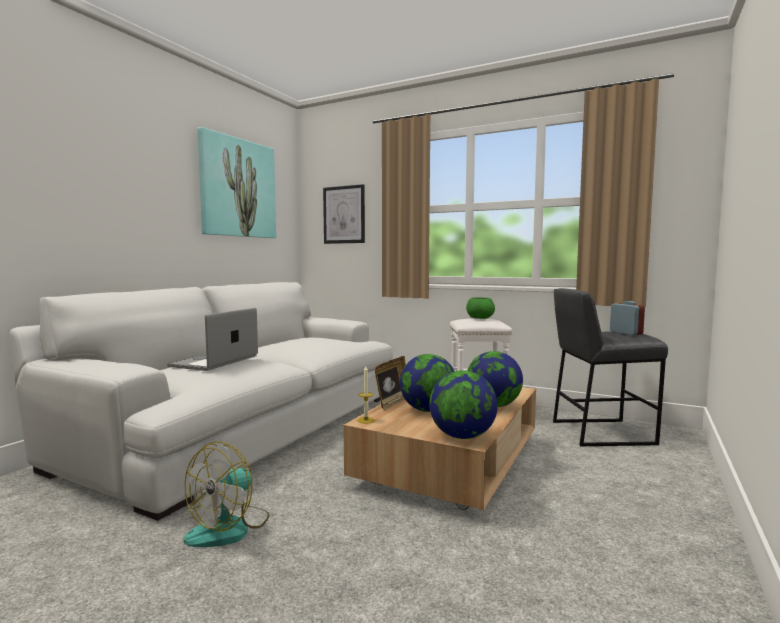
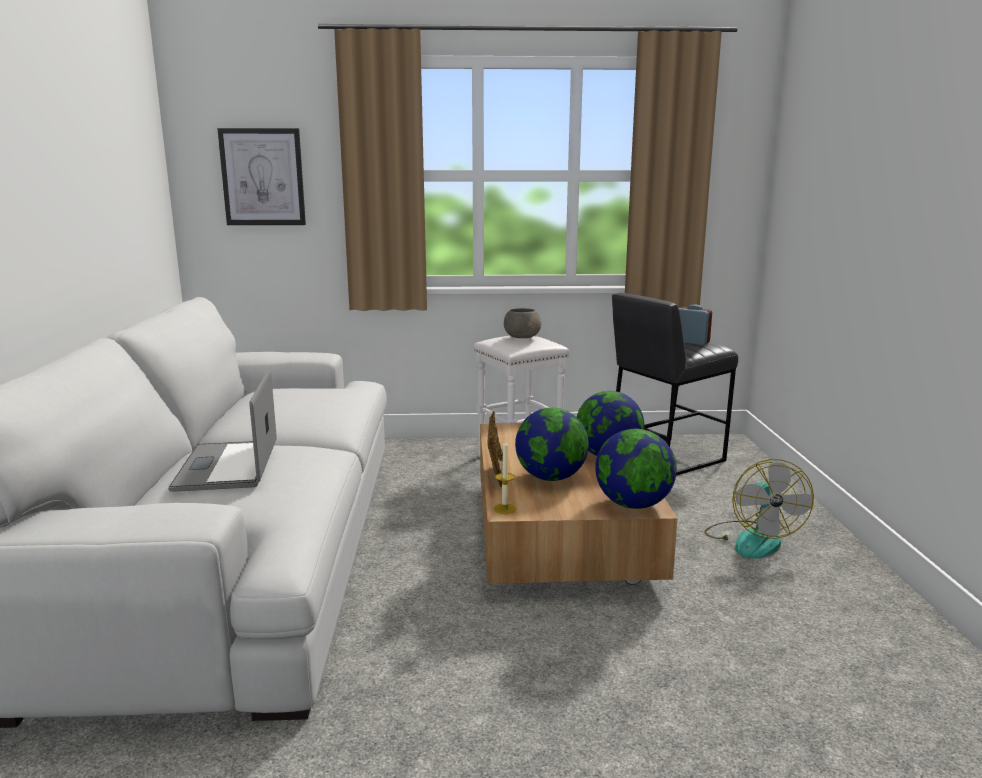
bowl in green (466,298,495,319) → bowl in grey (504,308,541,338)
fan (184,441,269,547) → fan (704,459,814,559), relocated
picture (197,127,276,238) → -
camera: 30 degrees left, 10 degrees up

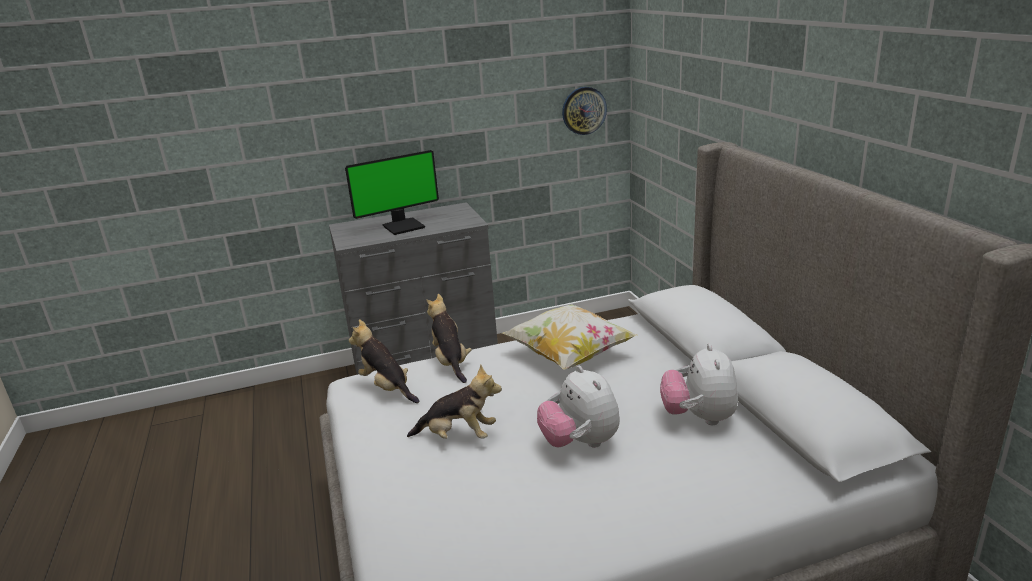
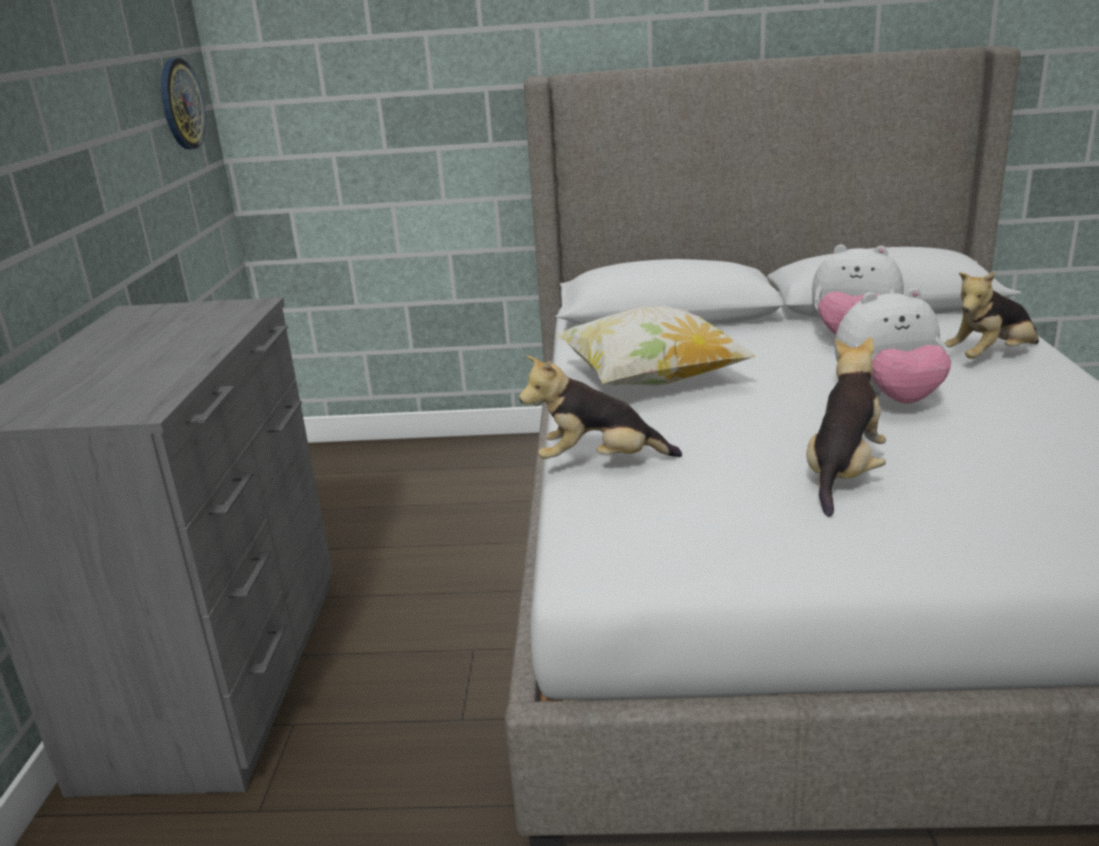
plush toy (349,319,419,403) → plush toy (944,271,1039,359), relocated
monitor (345,150,439,235) → -
camera: 70 degrees left, 0 degrees up

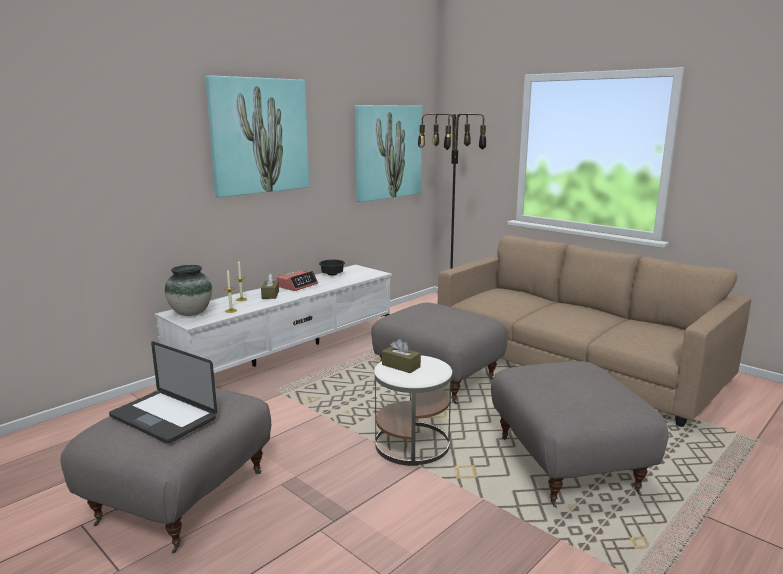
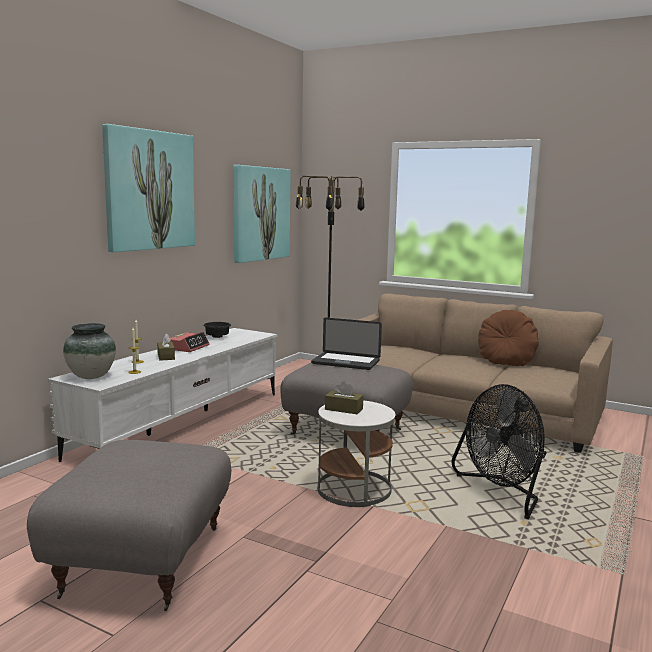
laptop (109,341,217,443) → laptop (311,318,382,370), relocated
ottoman in grey (491,361,669,508) → fan in black (452,384,547,519)
- → pillow in brown (478,310,539,366)
camera: 15 degrees left, 5 degrees down

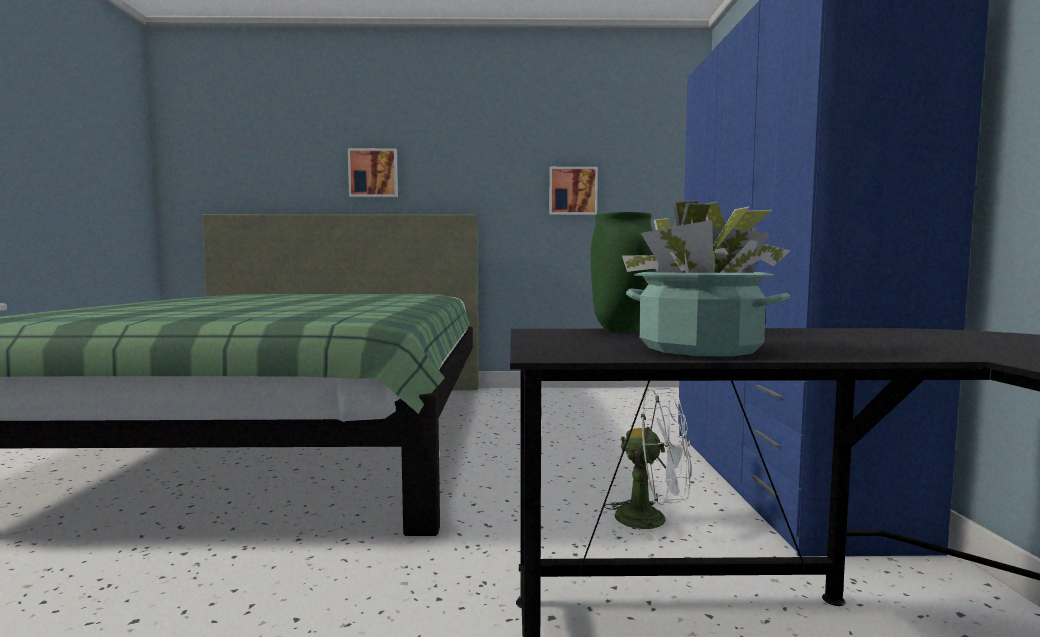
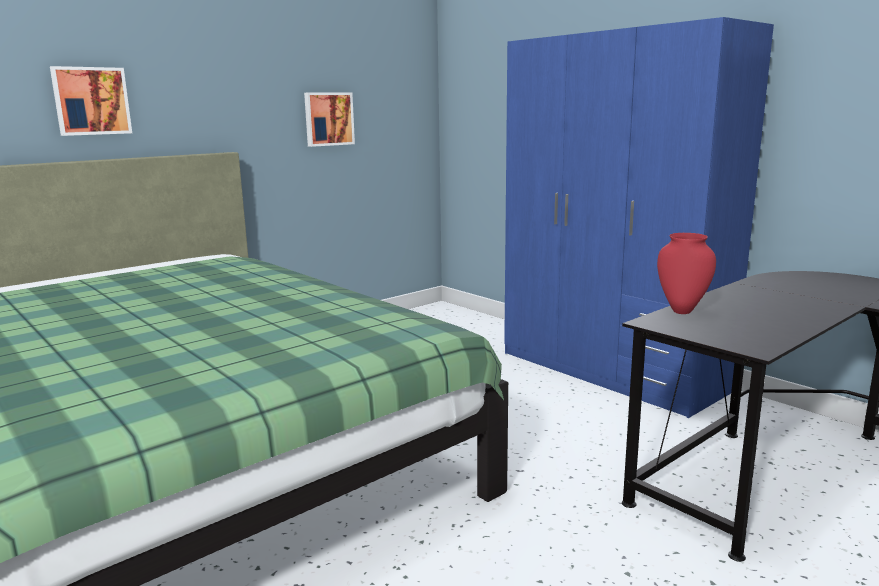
vase in green (590,212,656,333) → vase in red (657,233,716,314)
fan in white (604,388,692,541) → -
potted plant (622,200,791,357) → -
camera: 40 degrees left, 10 degrees up

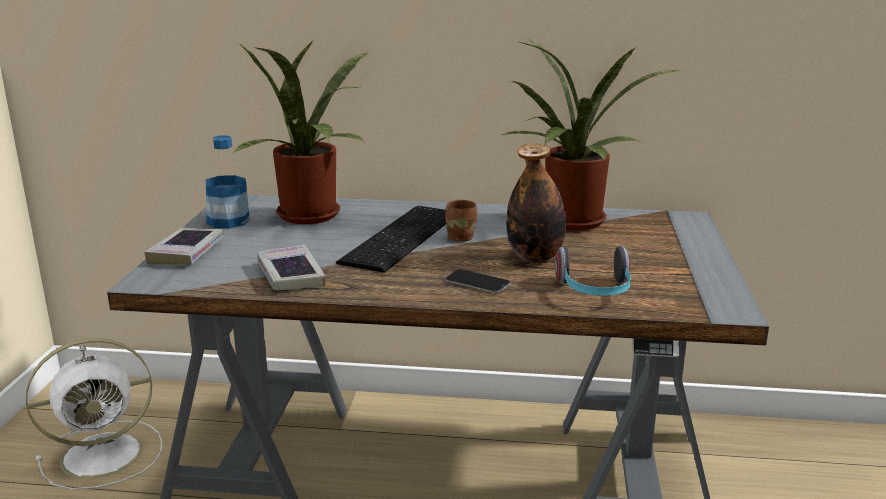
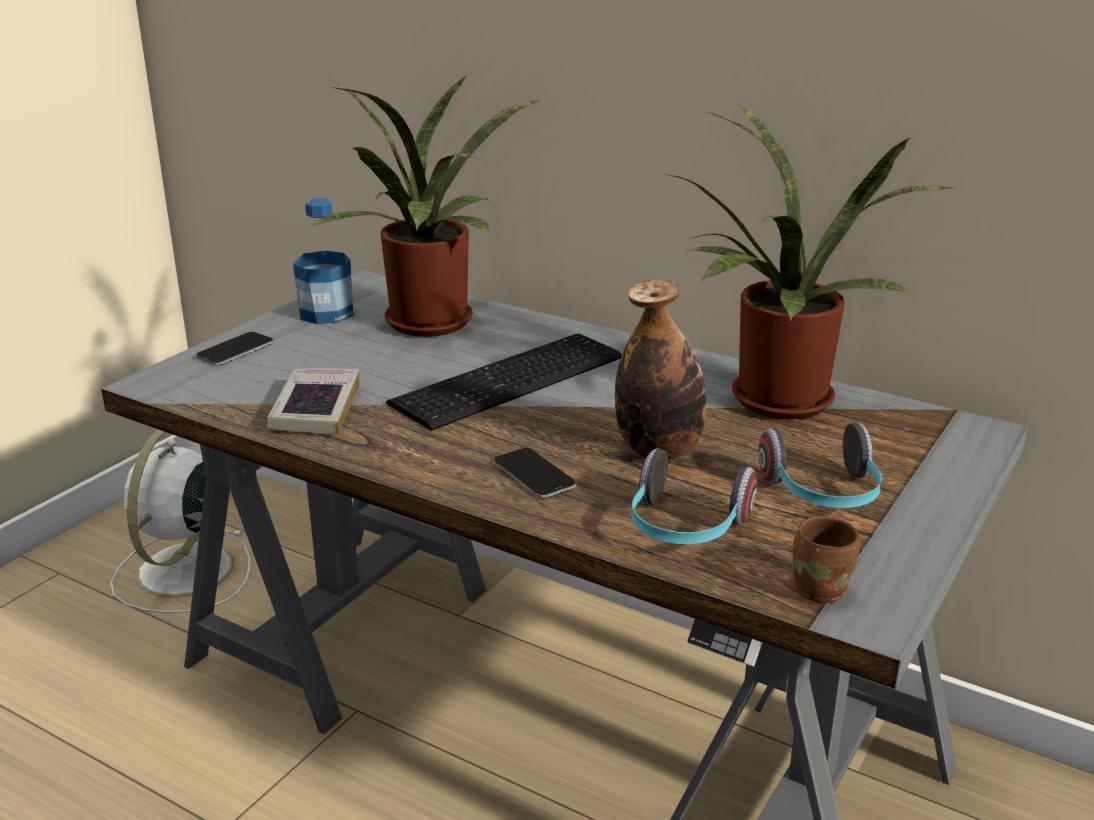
fan in white (26,338,162,490) → fan in white (110,429,250,613), 105 degrees clockwise
book (144,228,224,265) → phone (196,332,273,365)
- → headphones (758,423,882,508)
mug in brown (445,200,477,242) → mug in brown (793,516,859,603), relocated
camera: 25 degrees right, 5 degrees up

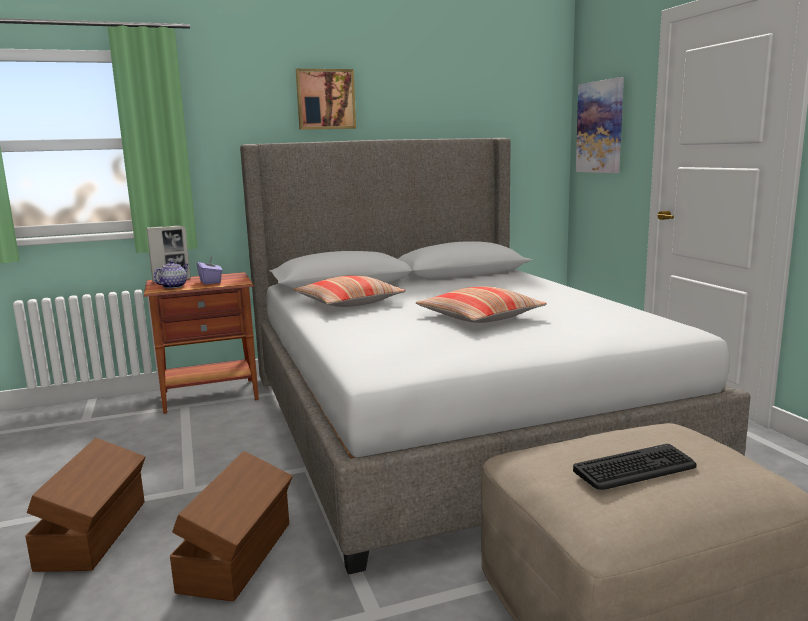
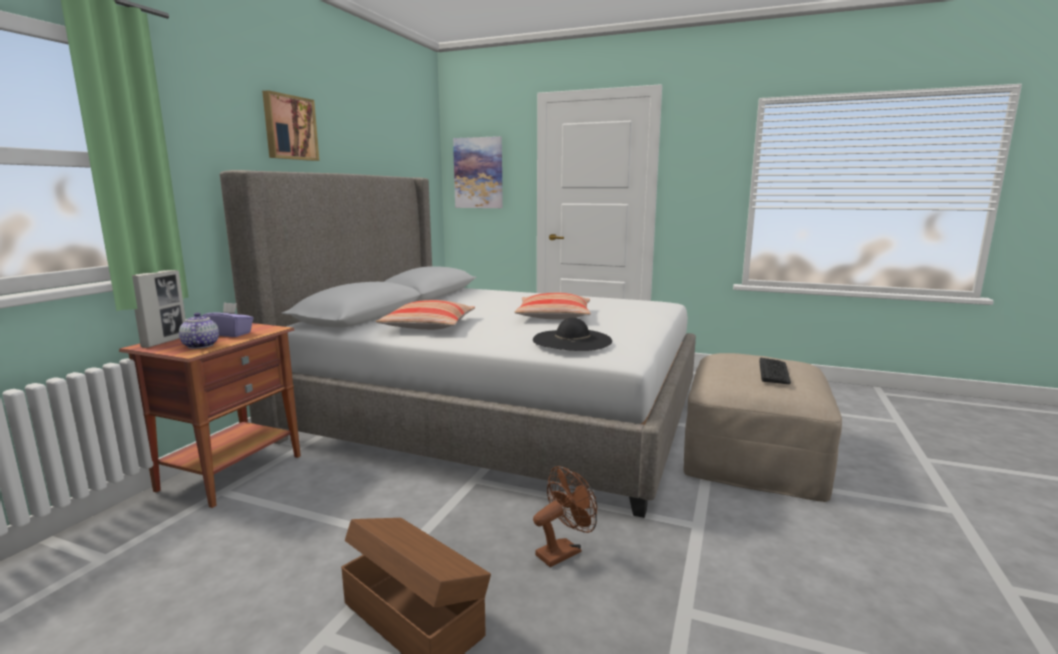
- → hat in black (533,318,612,351)
storage box in brown (170,451,293,601) → fan in brown (533,466,597,567)
camera: 50 degrees left, 0 degrees up

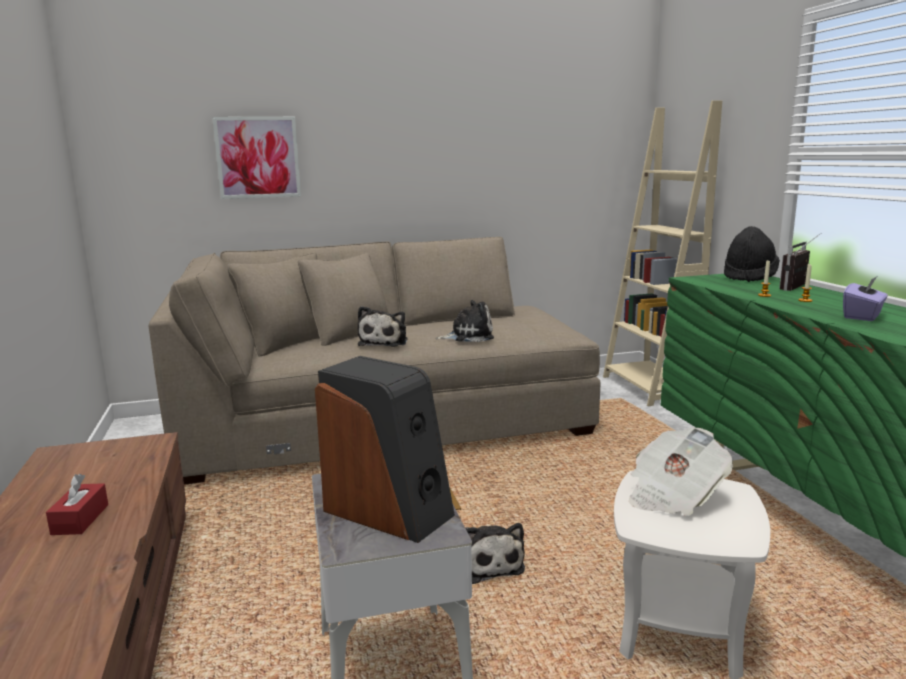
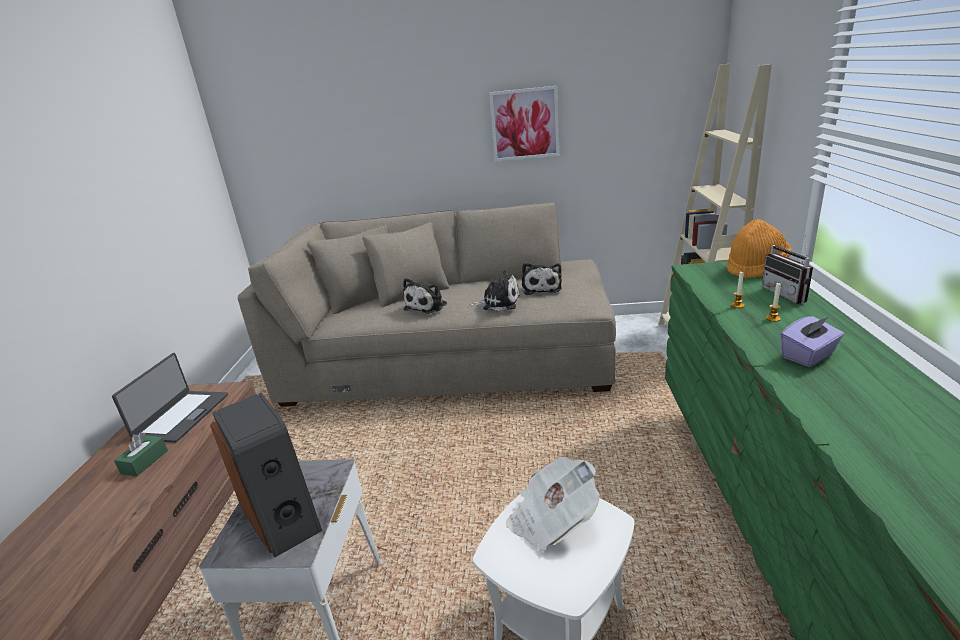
- → laptop (112,353,228,443)
tissue box in red (46,474,108,535) → tissue box in green (114,432,168,477)
picture (212,117,301,199) → picture (489,86,559,162), relocated
plush toy (466,523,525,584) → plush toy (522,263,562,295), relocated
hat in black (724,226,780,282) → hat in orange (727,219,792,279)
radio (779,233,821,291) → radio (762,235,813,304), 75 degrees counterclockwise
camera: 20 degrees right, 10 degrees up

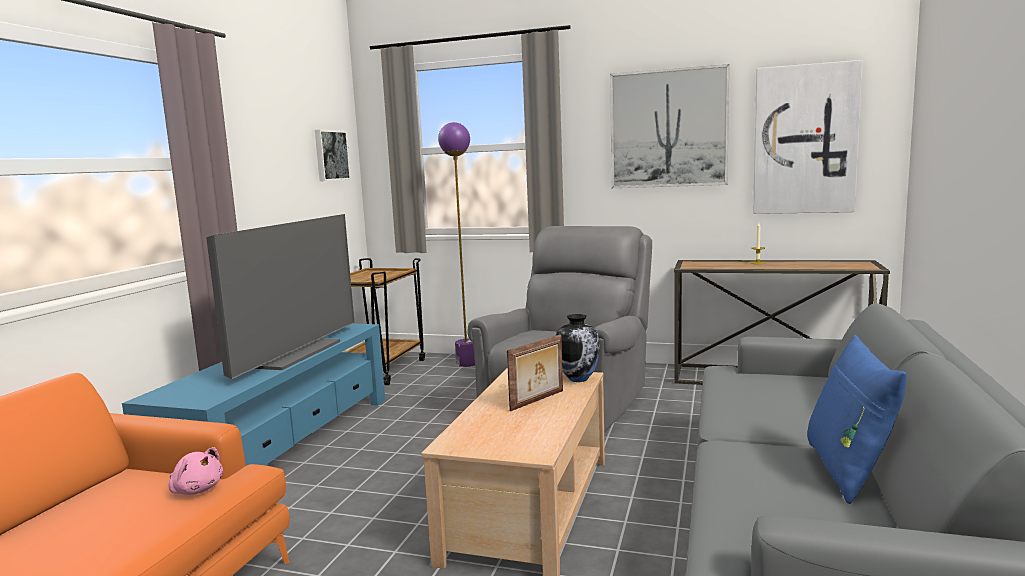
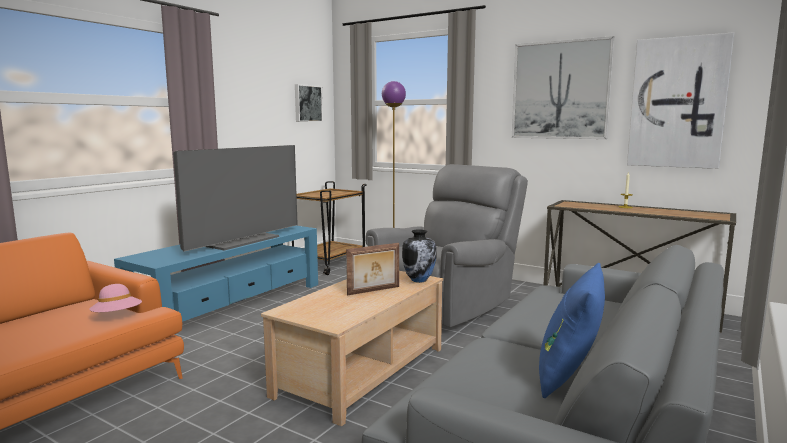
plush toy in pink (169,447,223,495) → hat in pink (89,284,142,312)
camera: 15 degrees right, 0 degrees up

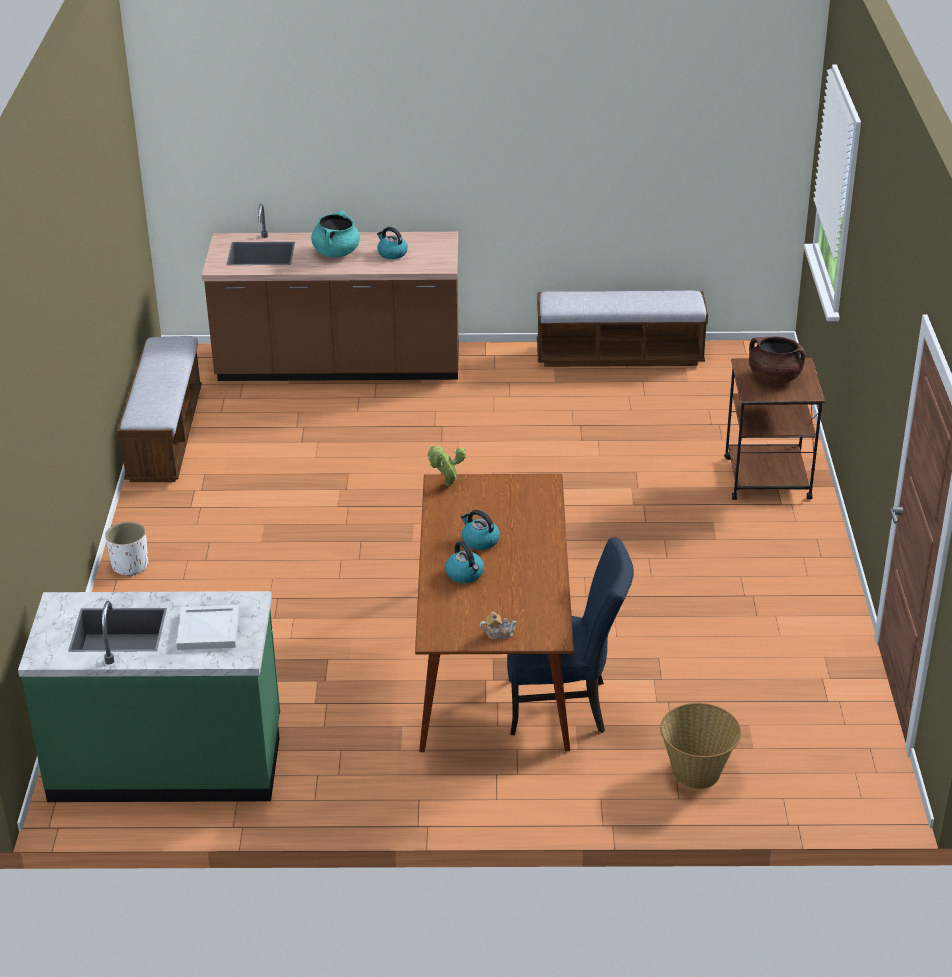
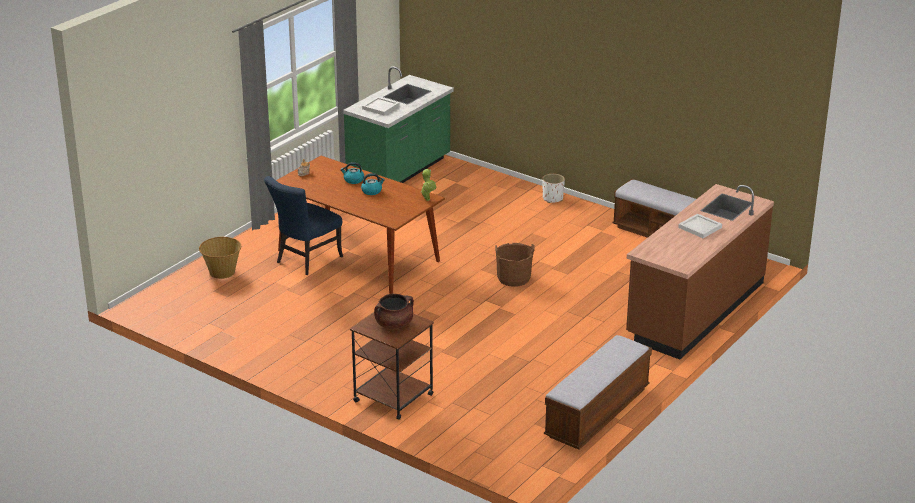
- → bucket in brown (495,243,535,287)
cooking pot in turquoise (311,211,360,257) → tray in white (678,214,722,238)
kettle (377,227,408,259) → -
camera: 125 degrees right, 5 degrees down

